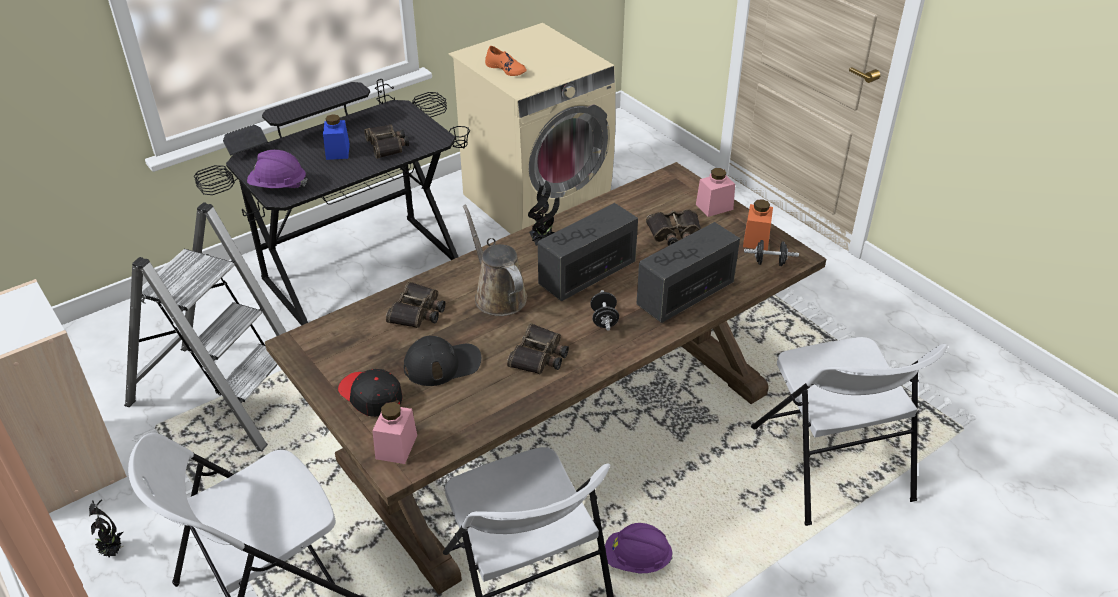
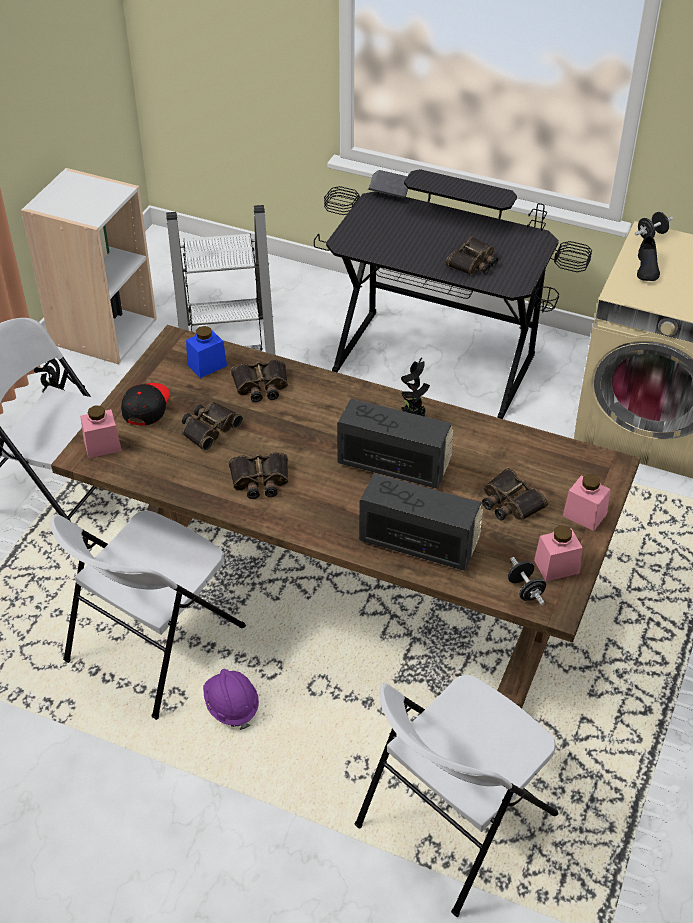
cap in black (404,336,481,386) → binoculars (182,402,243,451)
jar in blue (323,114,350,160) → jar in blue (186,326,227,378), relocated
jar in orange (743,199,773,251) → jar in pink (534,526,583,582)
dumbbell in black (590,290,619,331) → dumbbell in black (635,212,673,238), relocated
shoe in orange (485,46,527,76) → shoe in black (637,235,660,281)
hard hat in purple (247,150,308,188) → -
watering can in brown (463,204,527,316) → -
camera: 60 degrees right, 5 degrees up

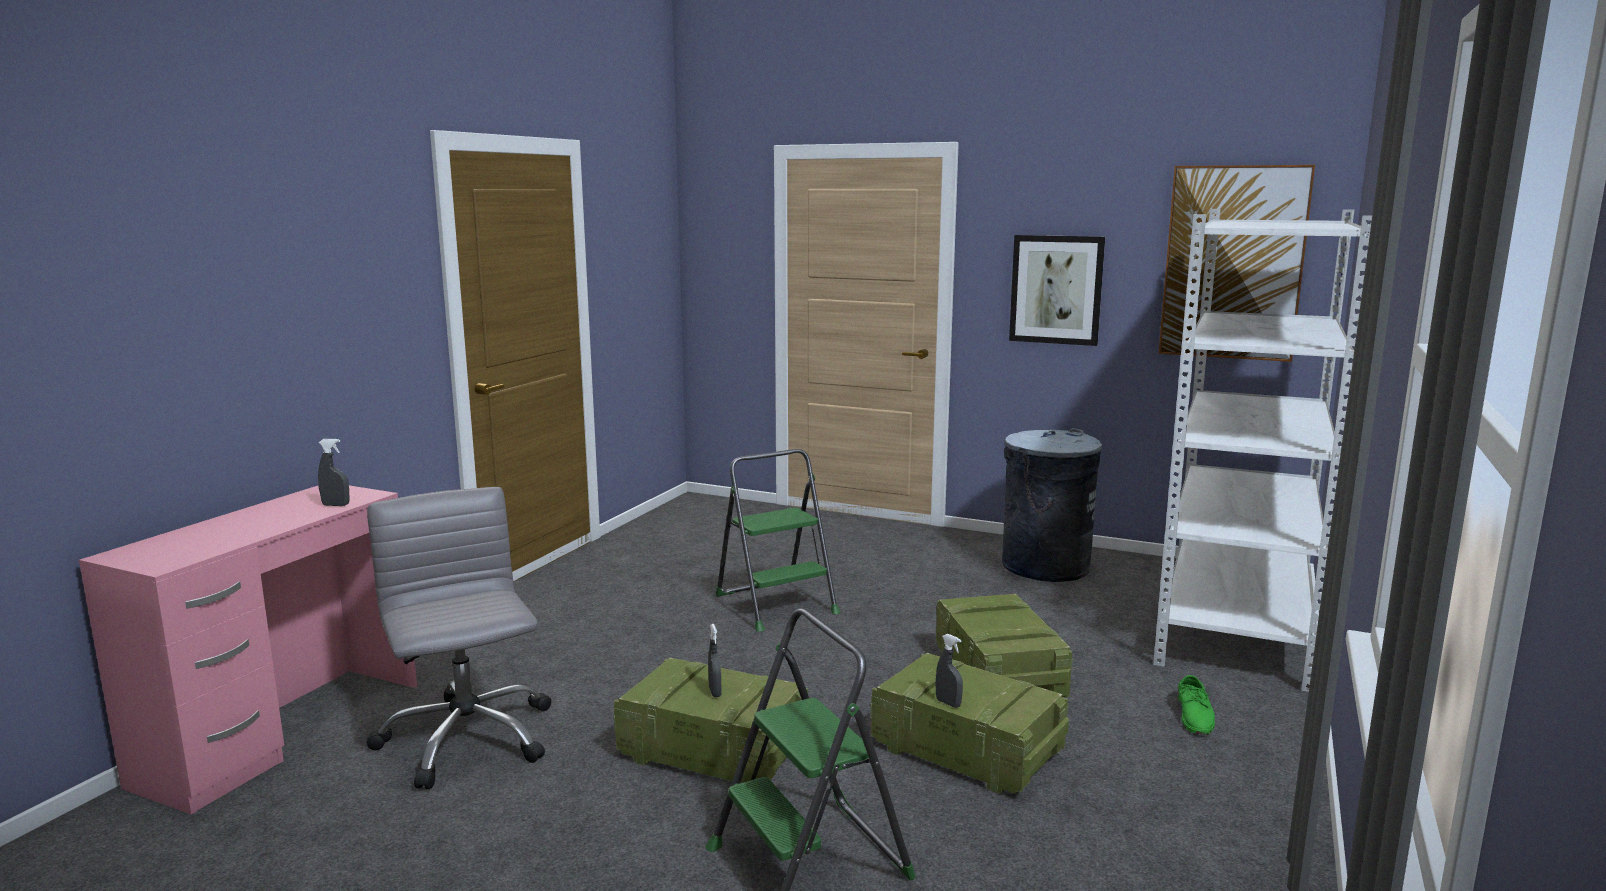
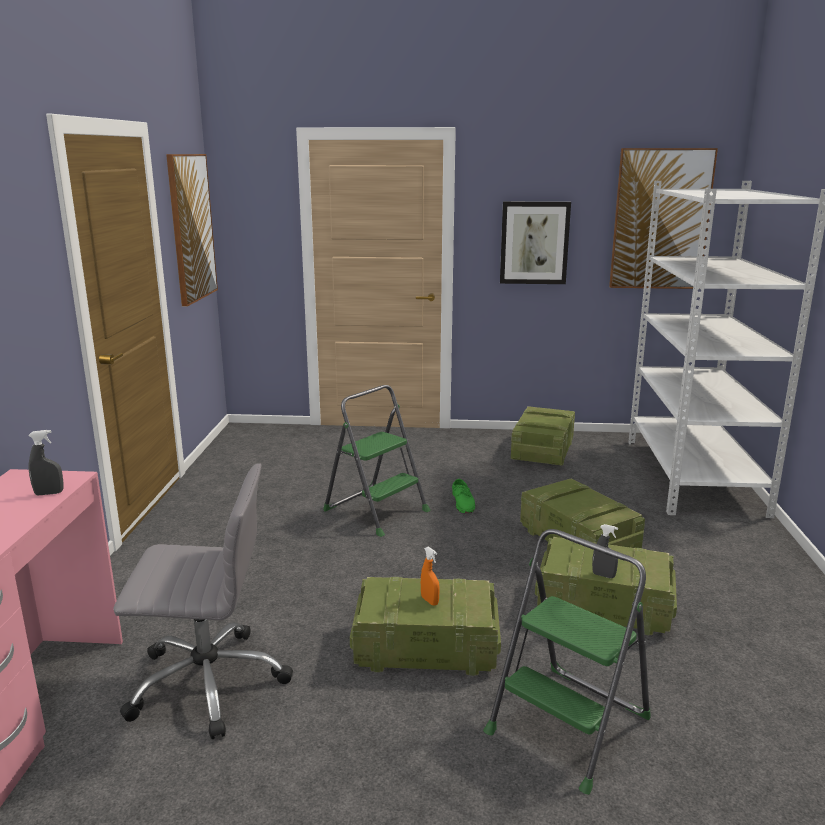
office chair in grey (366,487,551,789) → office chair in grey (113,463,293,739), 135 degrees clockwise
- → picture (166,154,218,307)
spray bottle in grey (708,624,722,697) → spray bottle in orange (421,547,440,606)
shoe in green (1178,675,1215,734) → shoe in green (452,479,475,513), relocated
trash can in grey (1002,428,1102,582) → crate (511,406,575,466)
camera: 20 degrees left, 5 degrees up

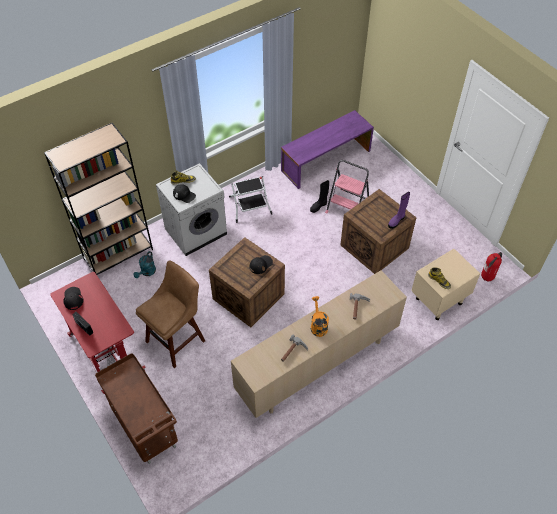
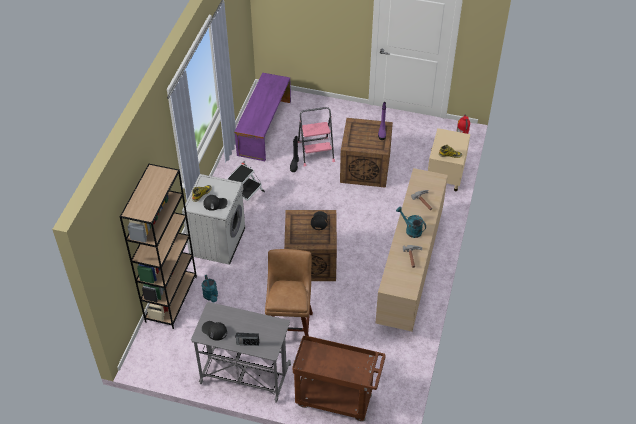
desk in red (50,272,146,394) → desk in grey (191,302,291,403)
watering can in orange (311,296,329,337) → watering can in turquoise (396,207,426,238)
camera: 40 degrees left, 5 degrees down

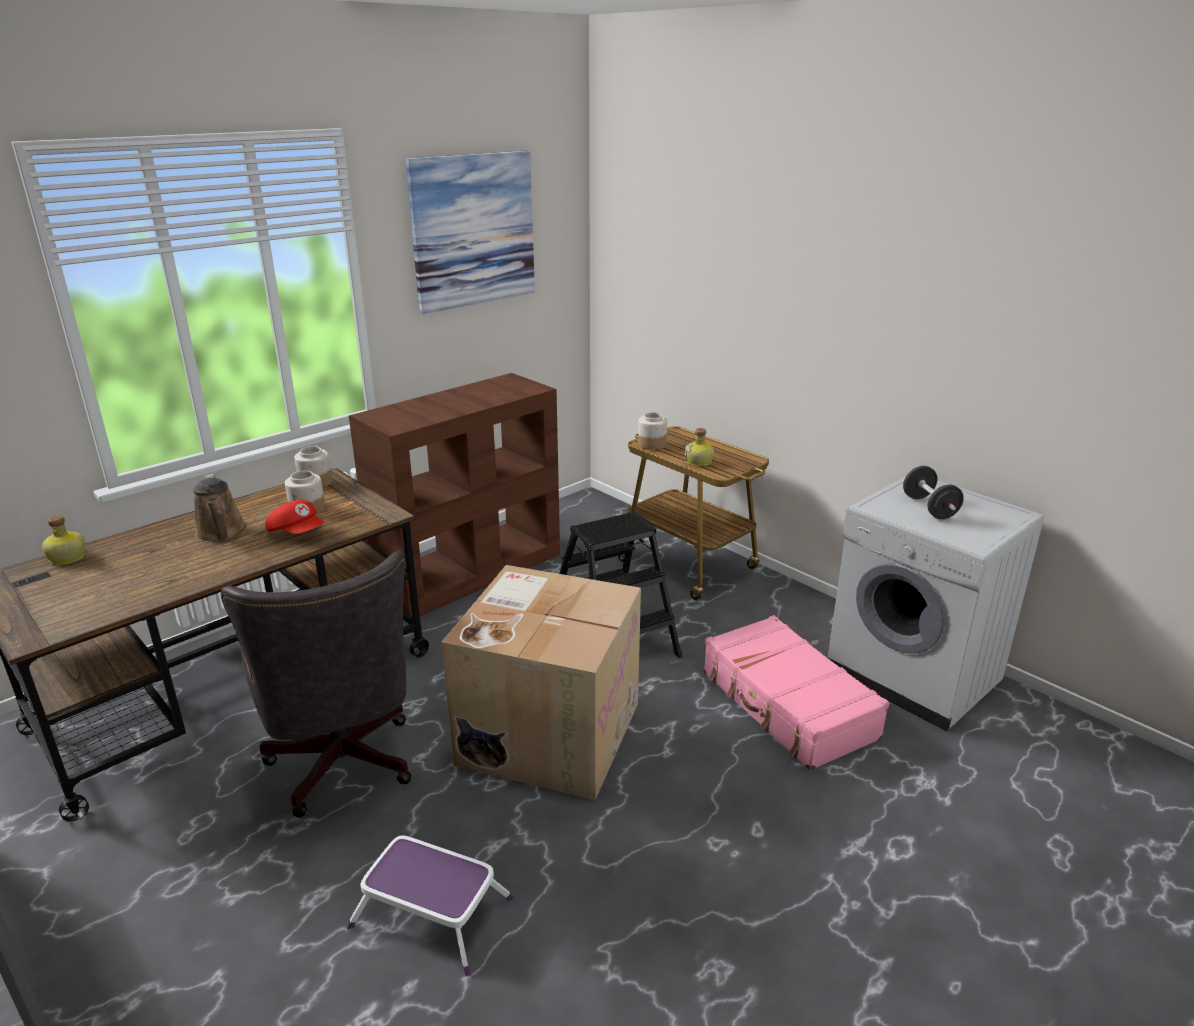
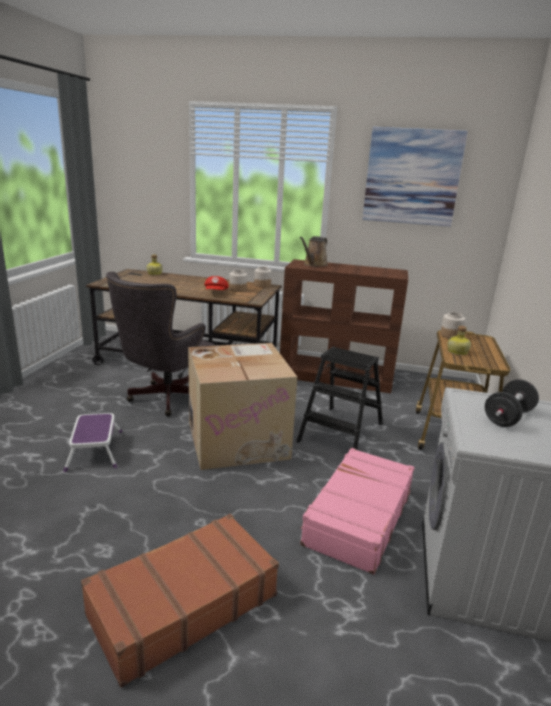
- → suitcase in brown (81,514,279,688)
watering can in brown (193,474,247,543) → watering can in brown (300,236,328,267), relocated
camera: 55 degrees right, 5 degrees down

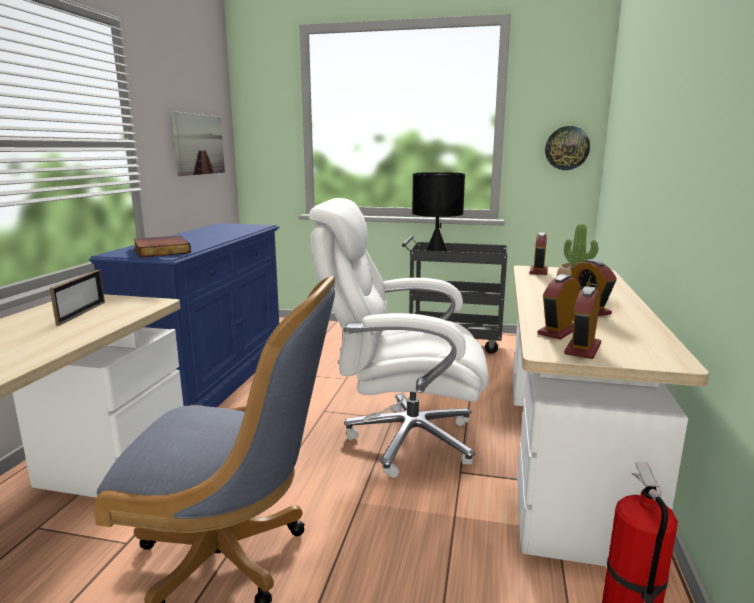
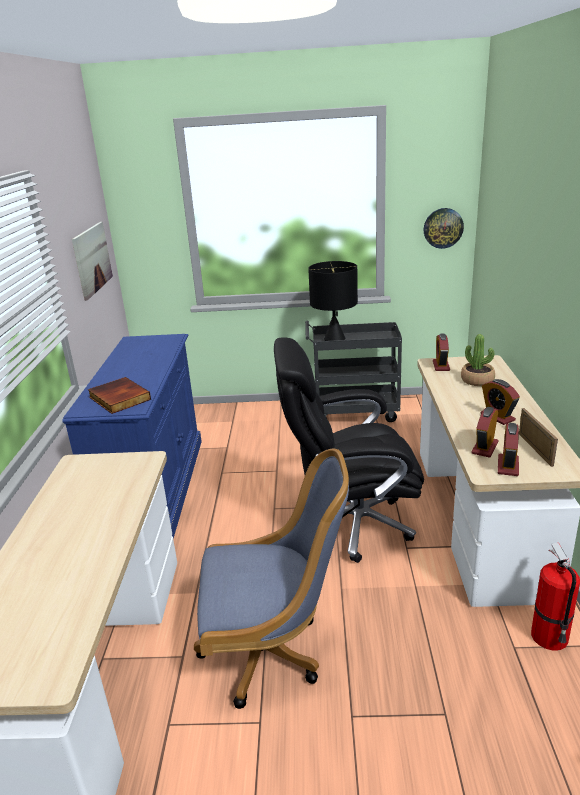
office chair in white (309,198,489,478) → office chair in black (274,337,424,563)
picture frame (50,270,105,326) → picture frame (519,408,558,467), relocated
camera: 10 degrees left, 10 degrees up

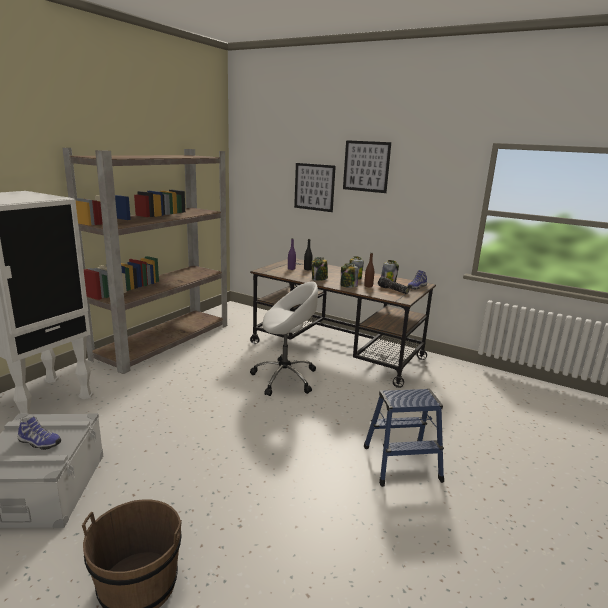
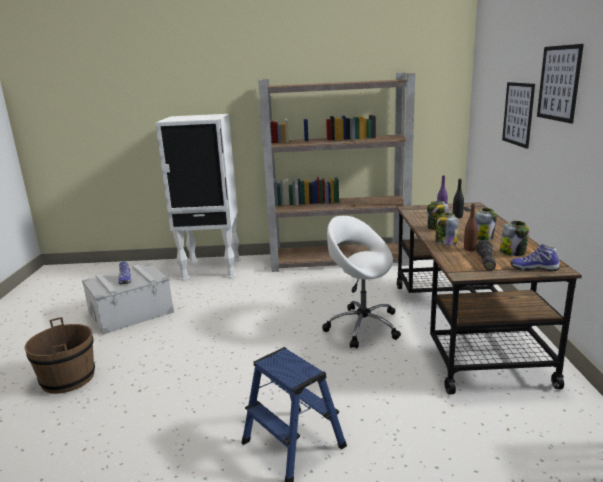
office chair in white (250,282,318,396) → office chair in white (322,216,401,348), 150 degrees clockwise
camera: 60 degrees right, 0 degrees up

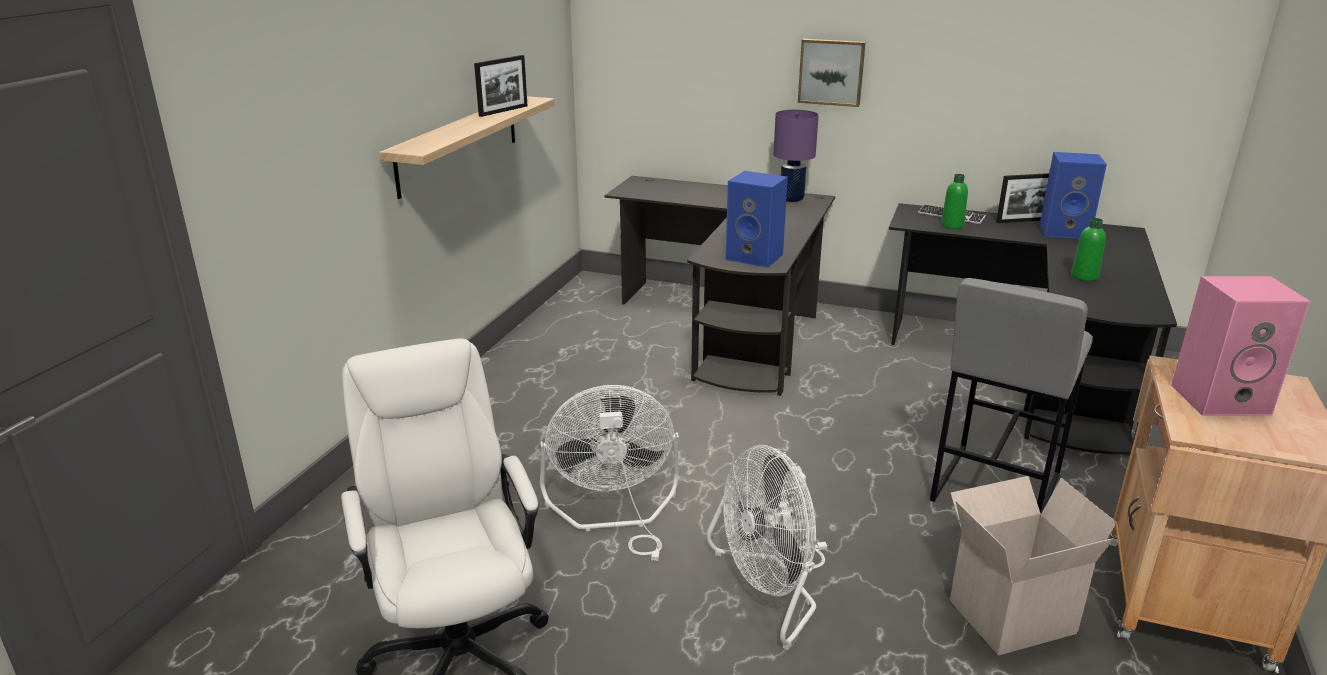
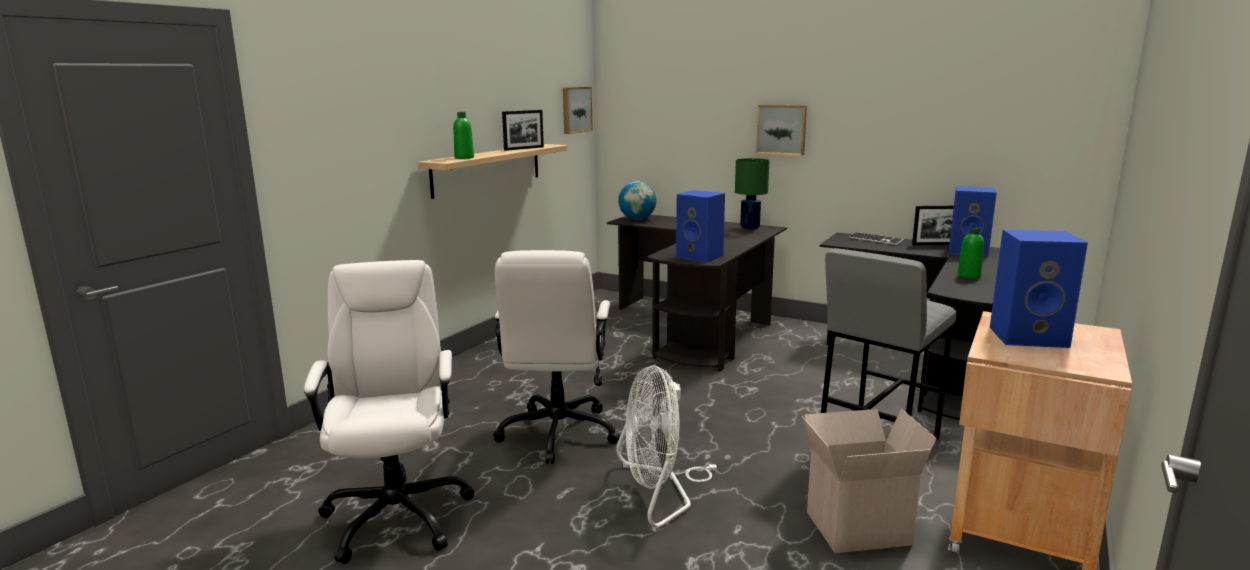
bottle in green (941,174,968,229) → bottle in green (453,112,474,159), relocated
fan in white (540,385,679,561) → office chair in white (493,250,620,464)
- → picture (563,87,593,134)
- → globe (618,182,656,220)
table lamp in purple (773,110,819,202) → table lamp in green (735,158,770,229)
speaker in pink (1171,276,1310,416) → speaker in blue (990,230,1088,348)
camera: 10 degrees right, 10 degrees down

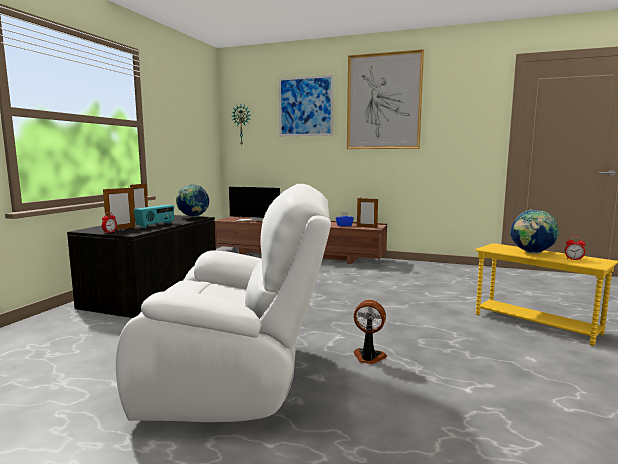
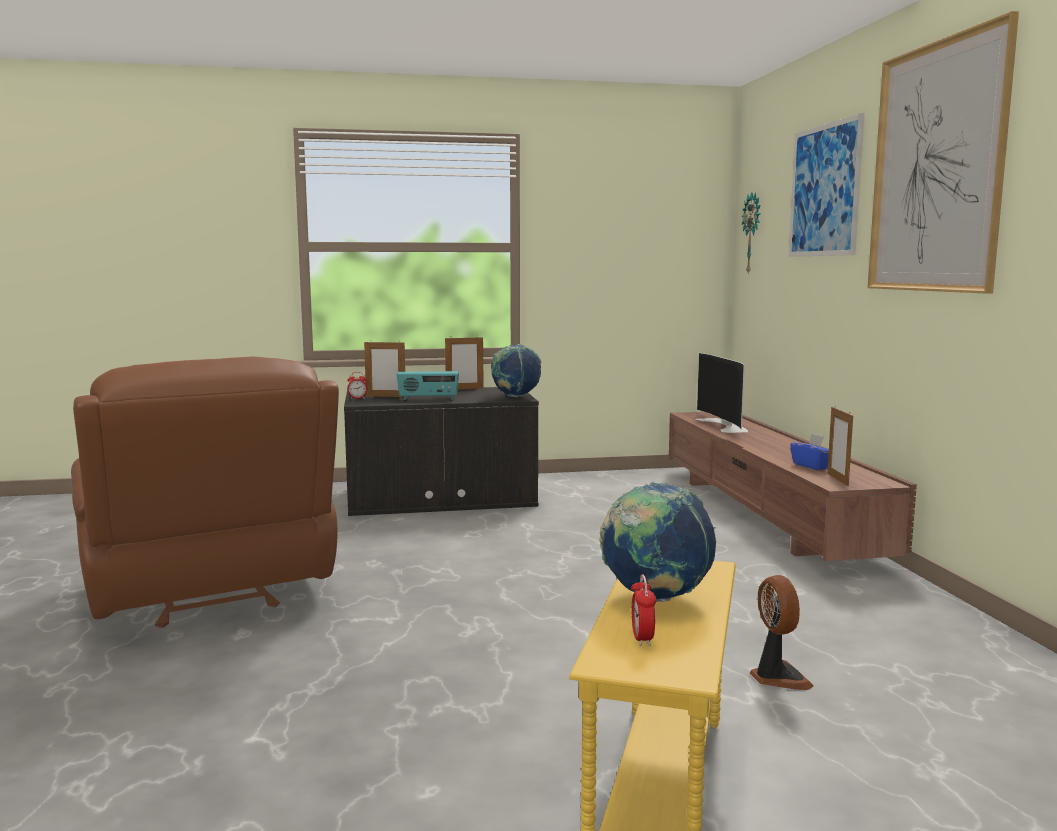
armchair in white (116,184,331,422) → armchair in brown (71,356,339,628)
fan (354,300,387,364) → fan (750,575,813,690), relocated
camera: 60 degrees right, 0 degrees up

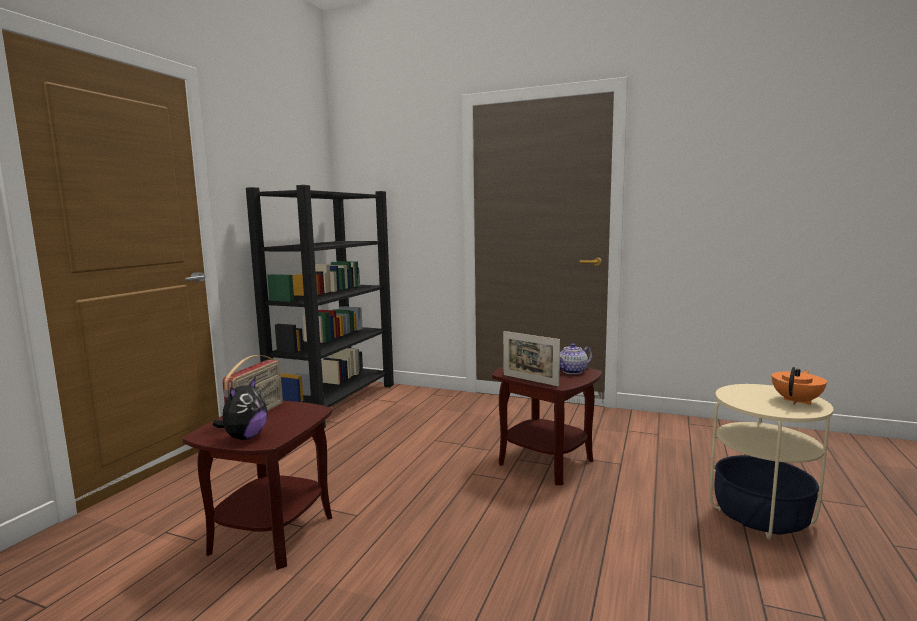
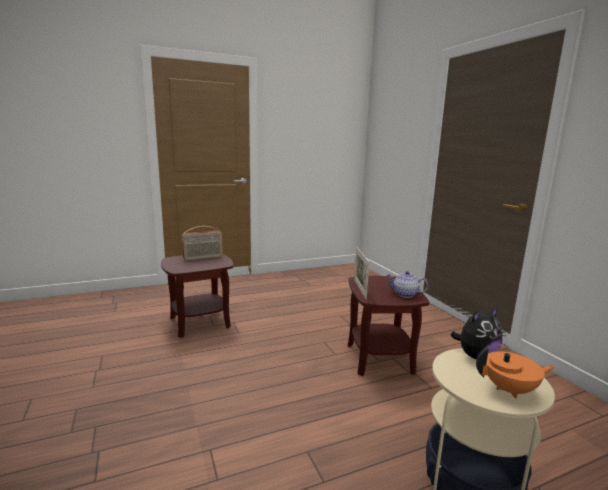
plush toy (213,378,268,440) → plush toy (451,307,502,359), relocated
bookcase in black (246,185,394,428) → -
camera: 45 degrees right, 5 degrees up

